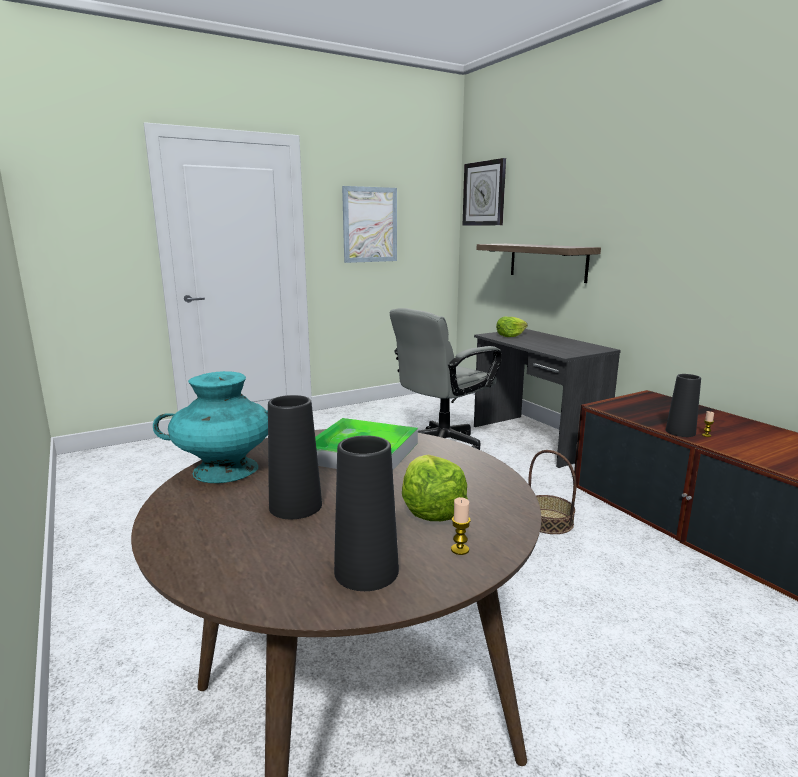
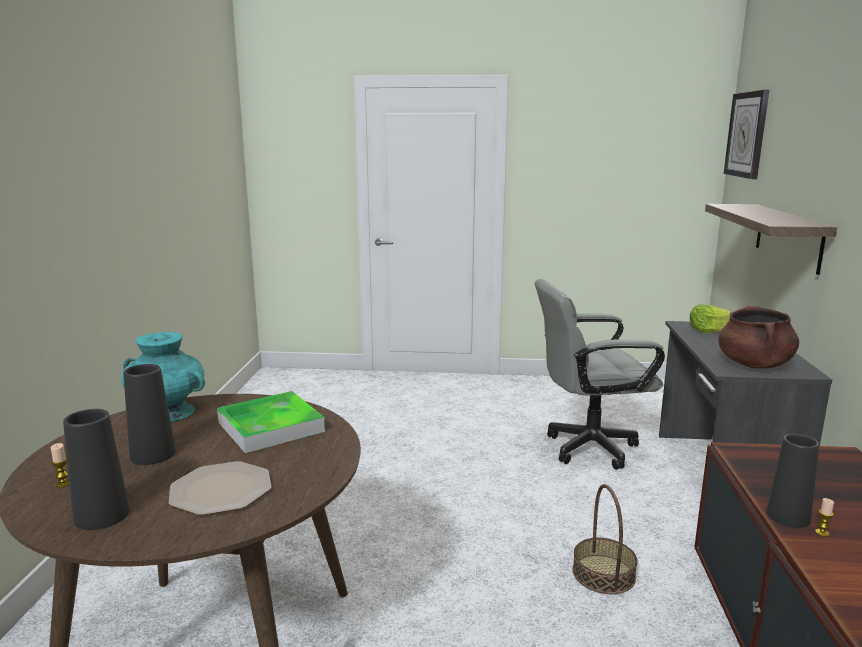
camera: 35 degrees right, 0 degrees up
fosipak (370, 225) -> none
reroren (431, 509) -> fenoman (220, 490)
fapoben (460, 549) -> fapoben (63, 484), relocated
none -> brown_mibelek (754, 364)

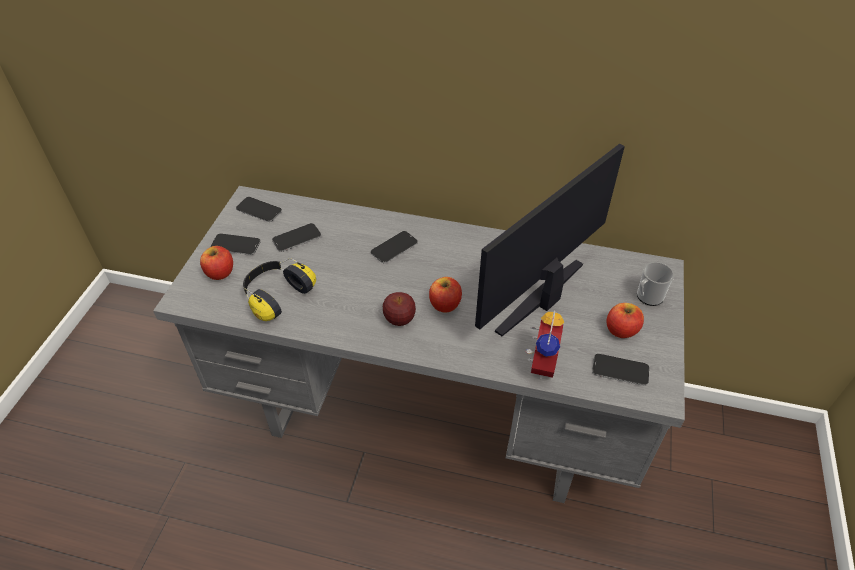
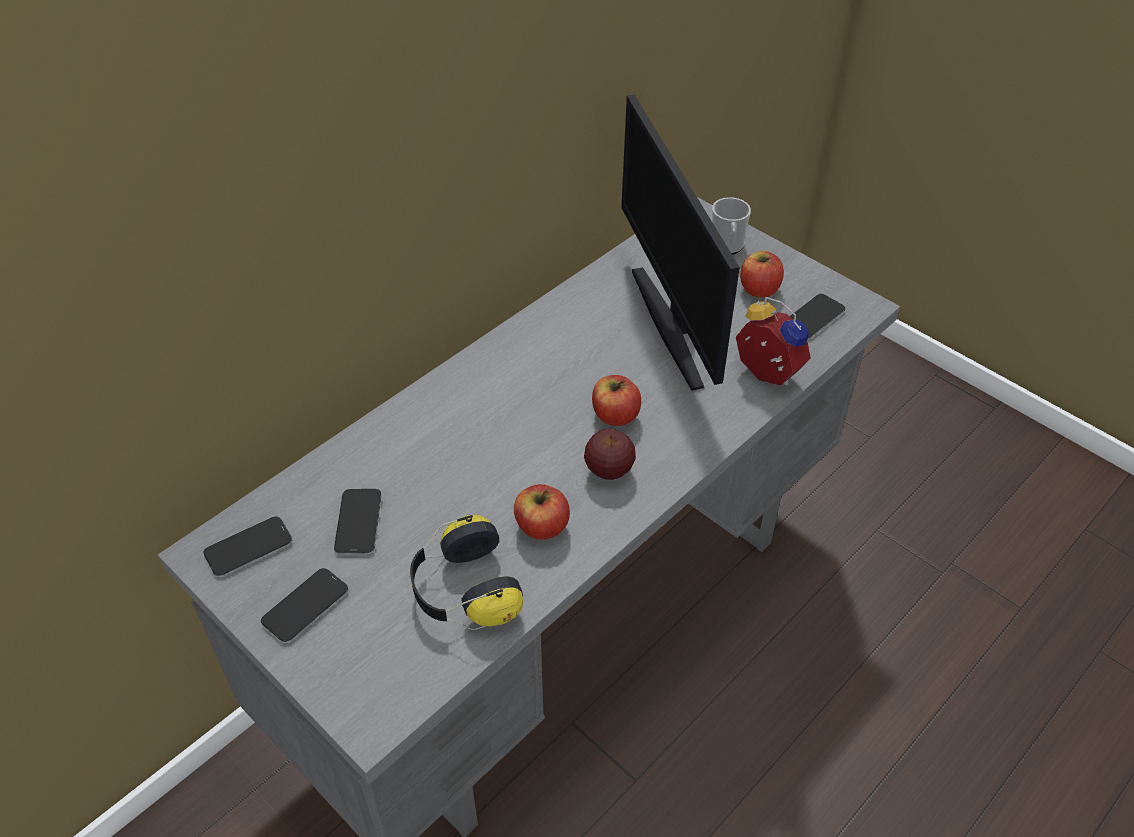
camera: 60 degrees left, 0 degrees up
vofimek (220, 273) -> vofimek (542, 526), relocated
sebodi (394, 248) -> none

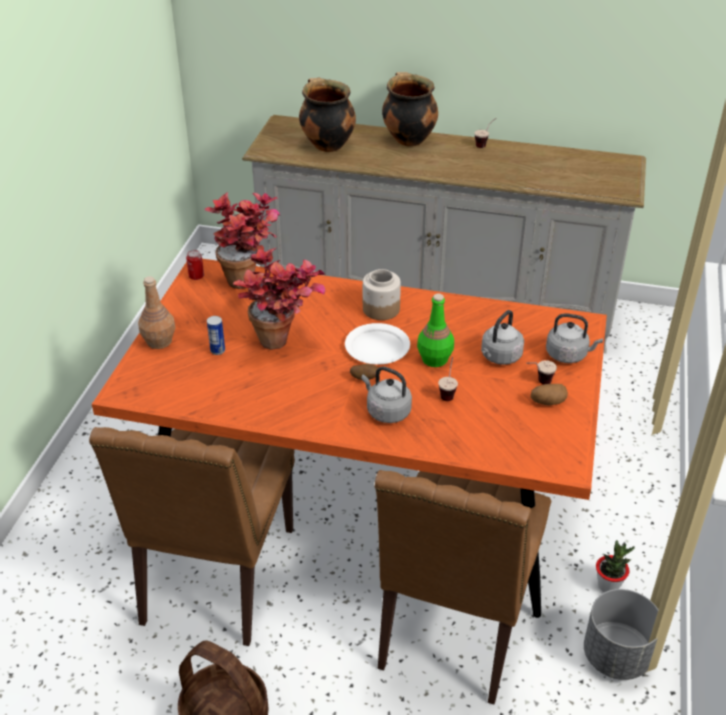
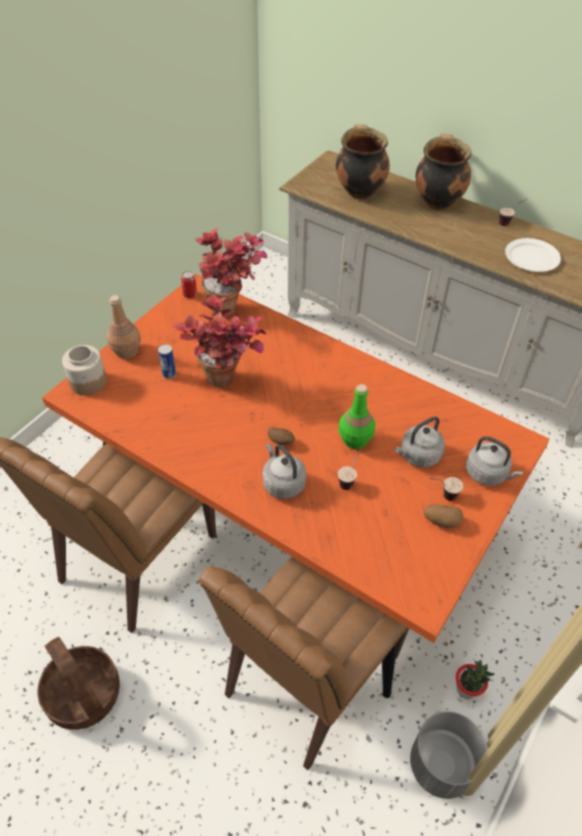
camera: 20 degrees right, 10 degrees up
white_fenoman (376, 346) -> white_fenoman (531, 257), relocated
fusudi (380, 309) -> fusudi (87, 382), relocated

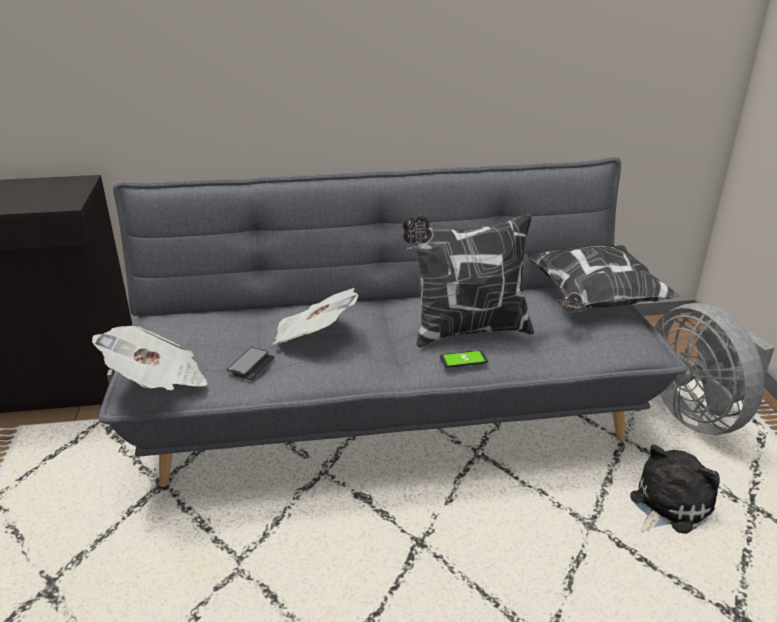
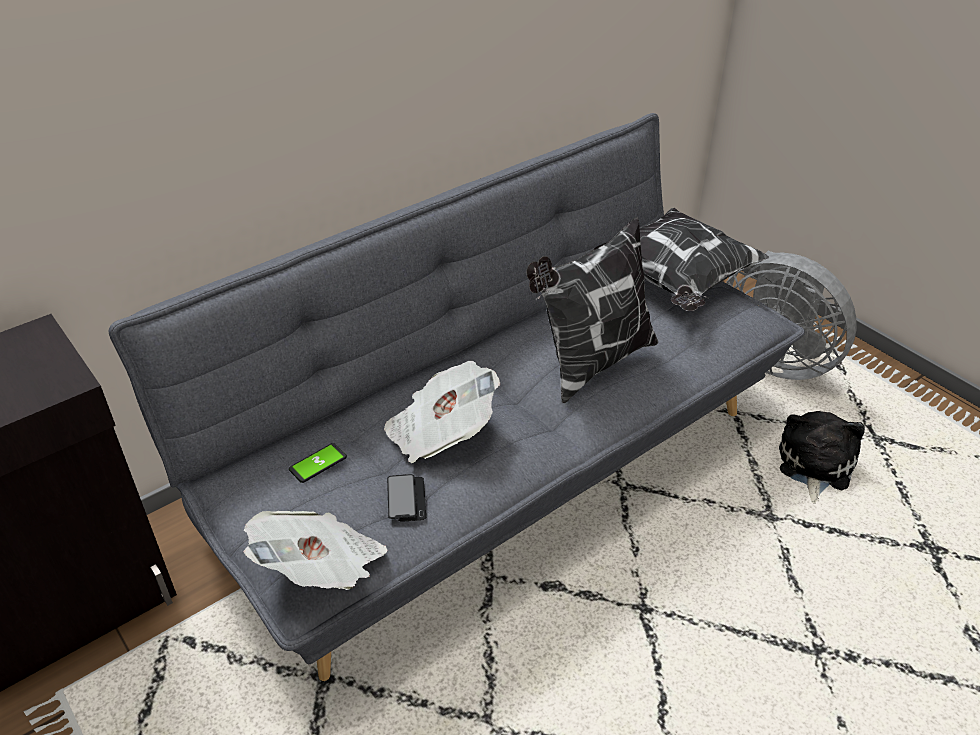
camera: 30 degrees left, 10 degrees up
sebodi (463, 360) -> sebodi (318, 463), relocated

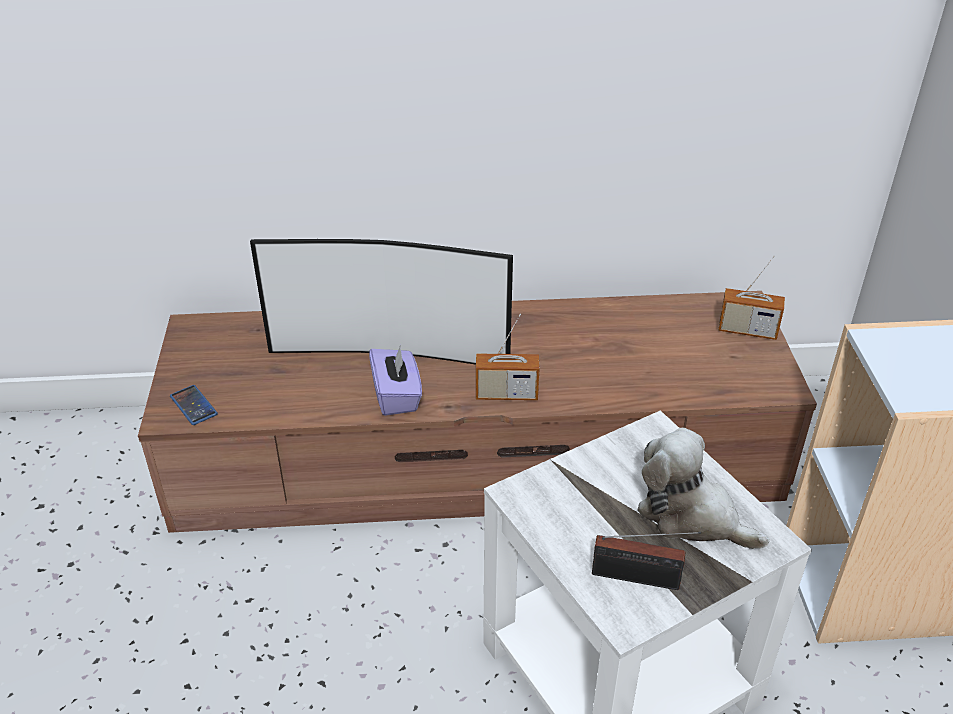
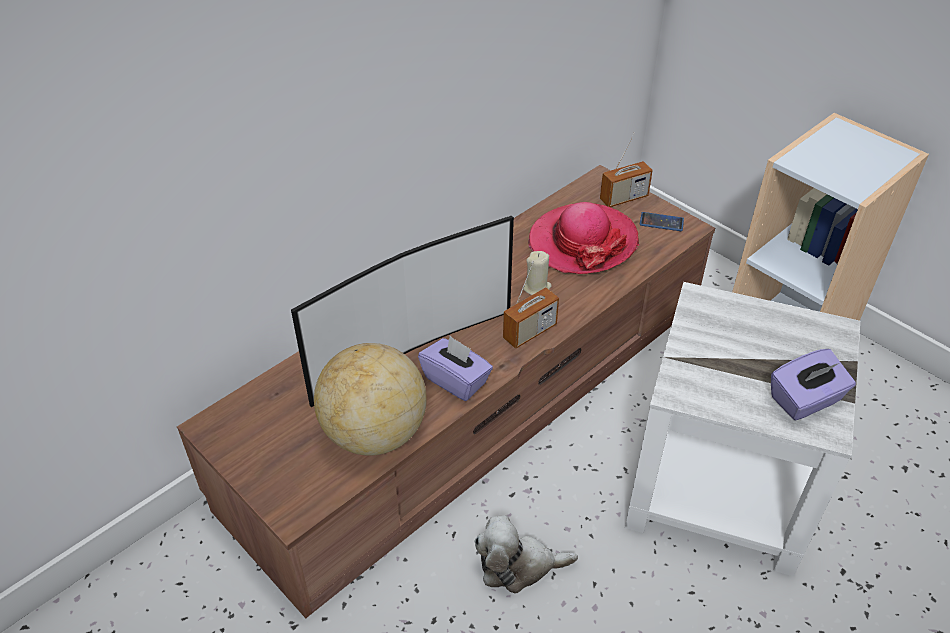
camera: 40 degrees left, 5 degrees up
sebodi (193, 405) -> sebodi (661, 222), relocated
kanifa (640, 578) -> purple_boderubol (805, 400)
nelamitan (691, 516) -> nelamitan (518, 565), relocated
none -> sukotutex (374, 433)
none -> beige_fapoben (537, 288)
none -> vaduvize (582, 242)

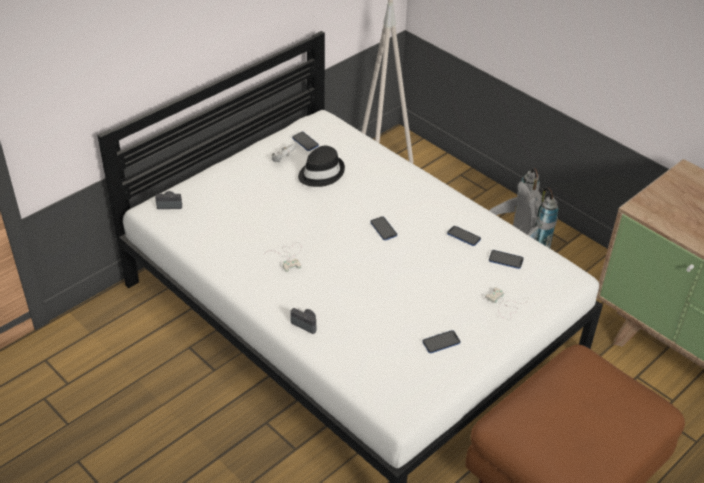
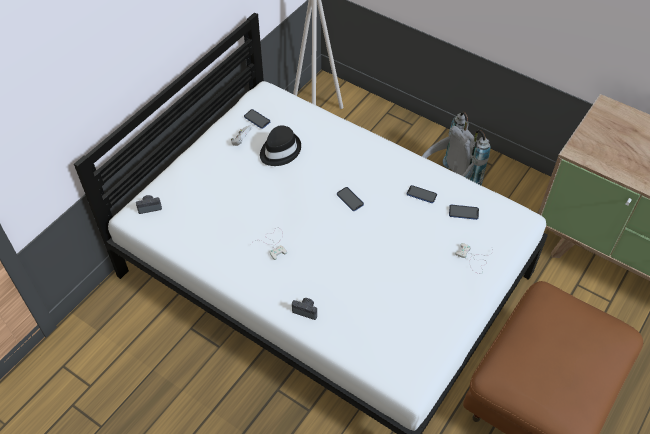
camera: 10 degrees left, 10 degrees up
sebodi (441, 342) -> none

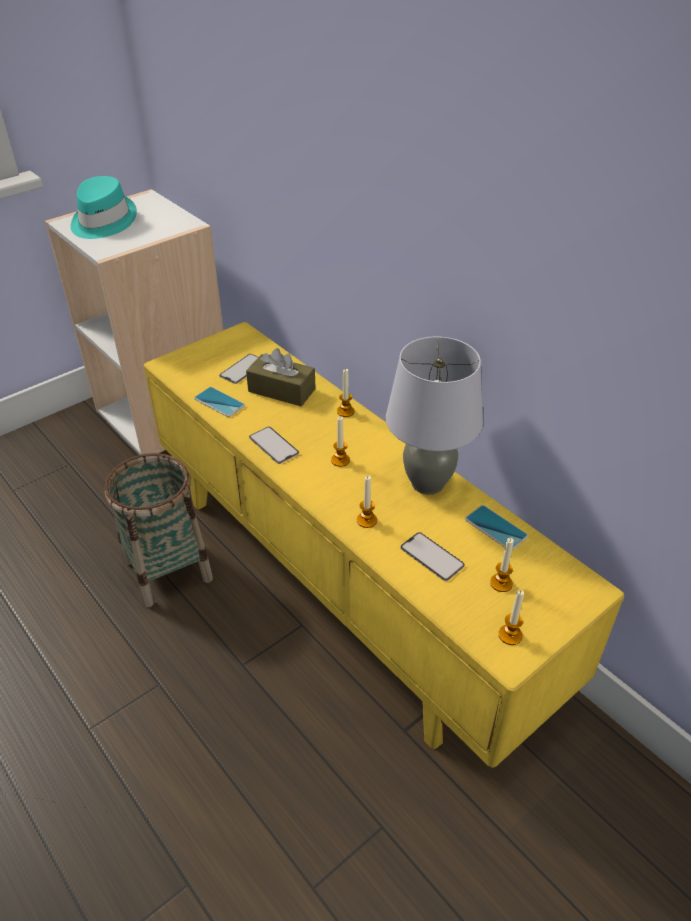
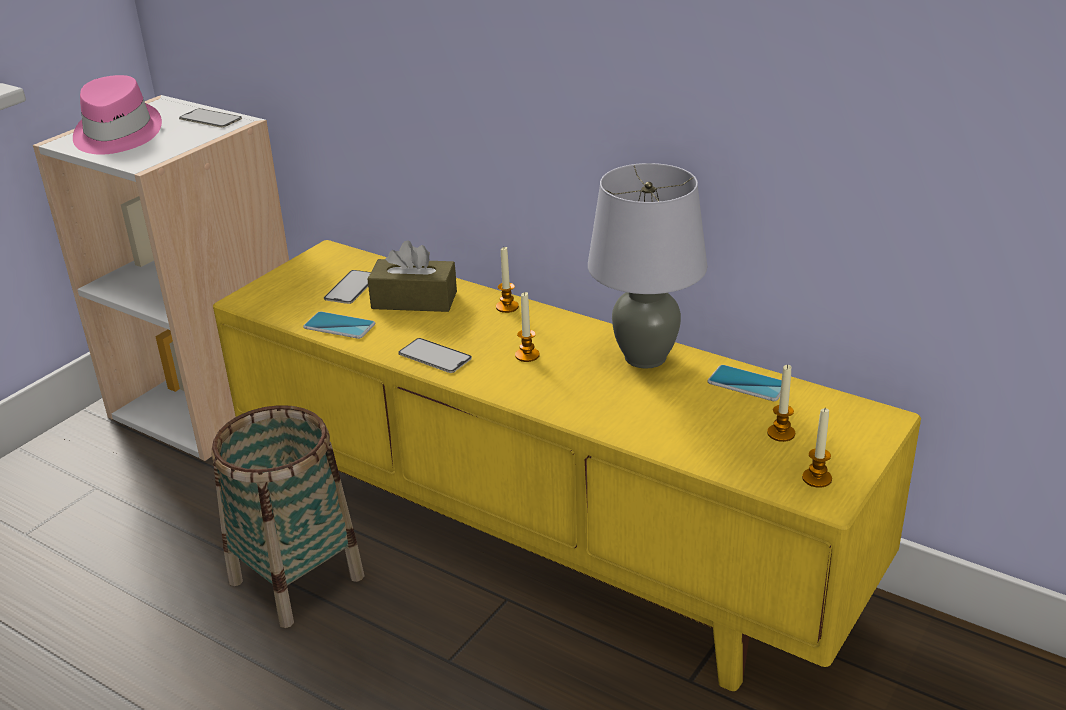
camera: 15 degrees left, 10 degrees down
turquoise_vaduvize (102, 222) -> pink_vaduvize (116, 135)
fapoben (366, 520) -> none
sebodi (432, 556) -> sebodi (210, 119), relocated

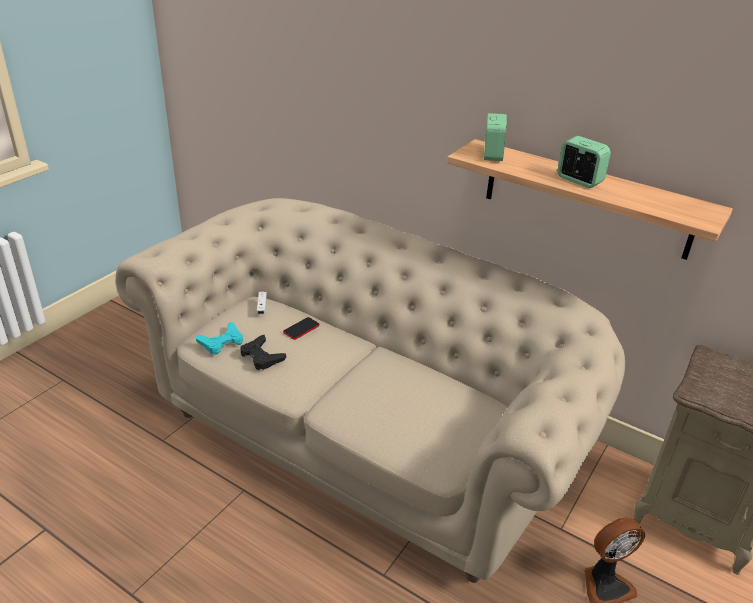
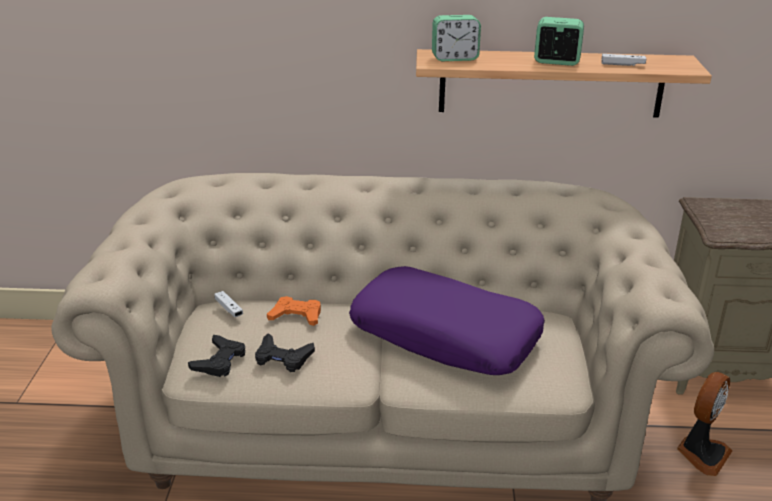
camera: 30 degrees left, 5 degrees down
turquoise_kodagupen (221, 342) -> black_kodagupen (219, 361)
sebodi (301, 329) -> orange_kodagupen (296, 316)
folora (492, 155) -> folora (454, 58), 105 degrees clockwise
none -> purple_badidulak (446, 335)
none -> white_kodagupen (622, 64)

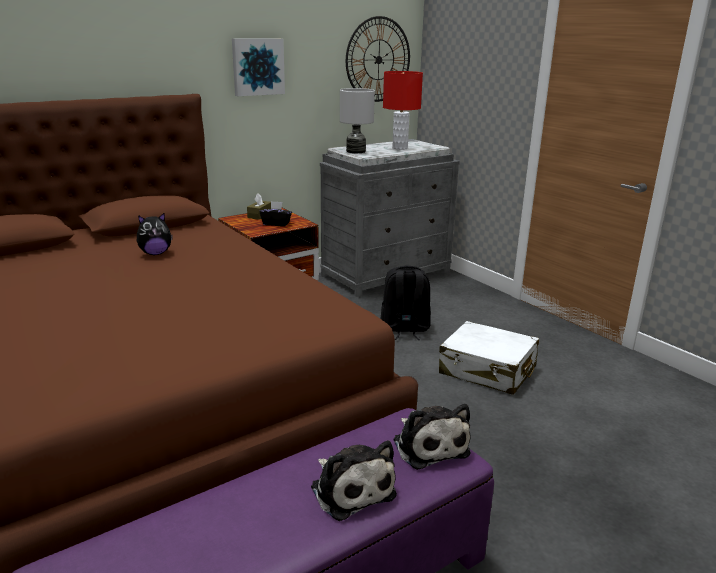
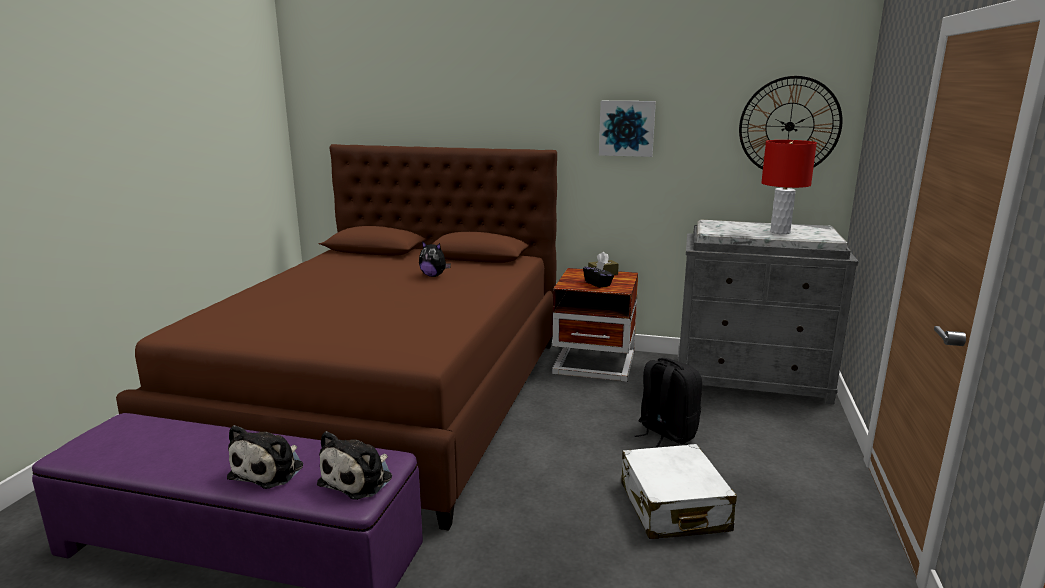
camera: 50 degrees right, 5 degrees down
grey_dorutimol (356, 151) -> none

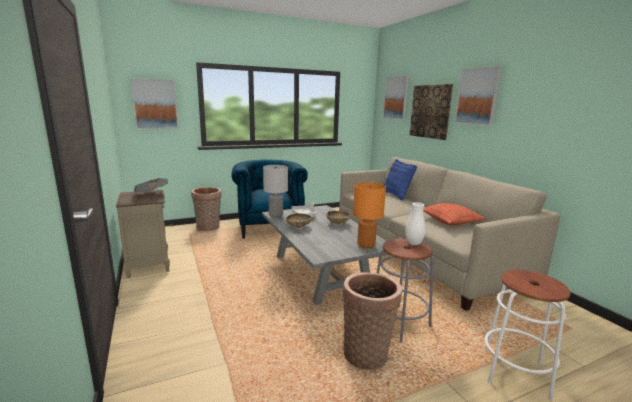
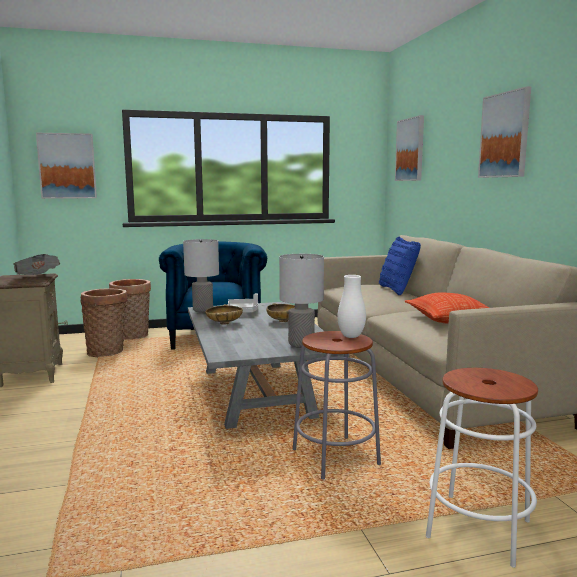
camera: 10 degrees right, 5 degrees down
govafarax (367, 353) -> govafarax (107, 351), relocated
orange_dorutimol (365, 246) -> grey_dorutimol (301, 346)
fosipak (430, 111) -> none

